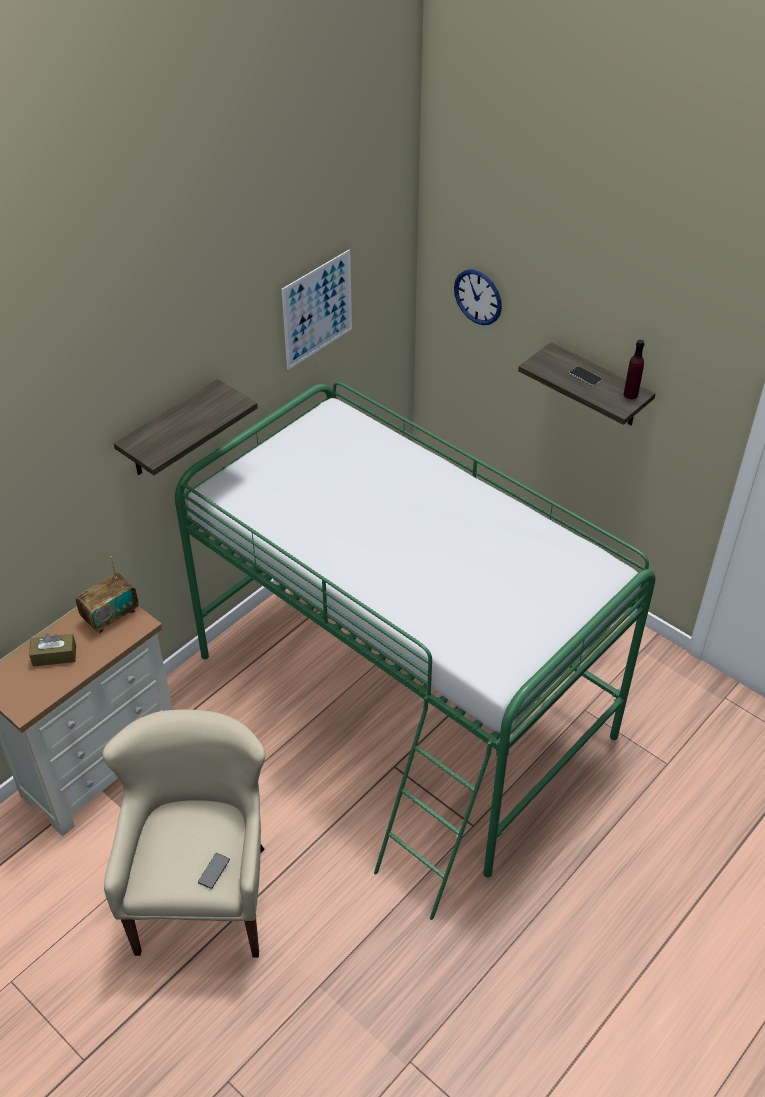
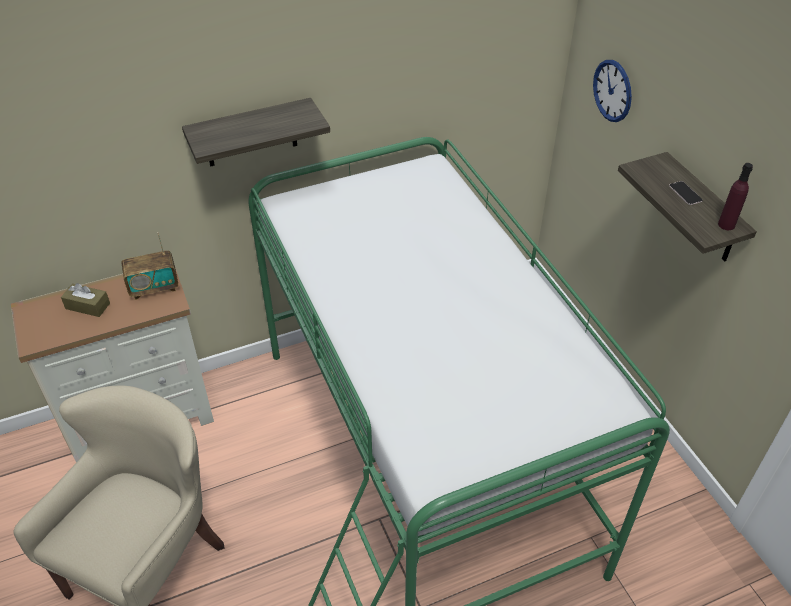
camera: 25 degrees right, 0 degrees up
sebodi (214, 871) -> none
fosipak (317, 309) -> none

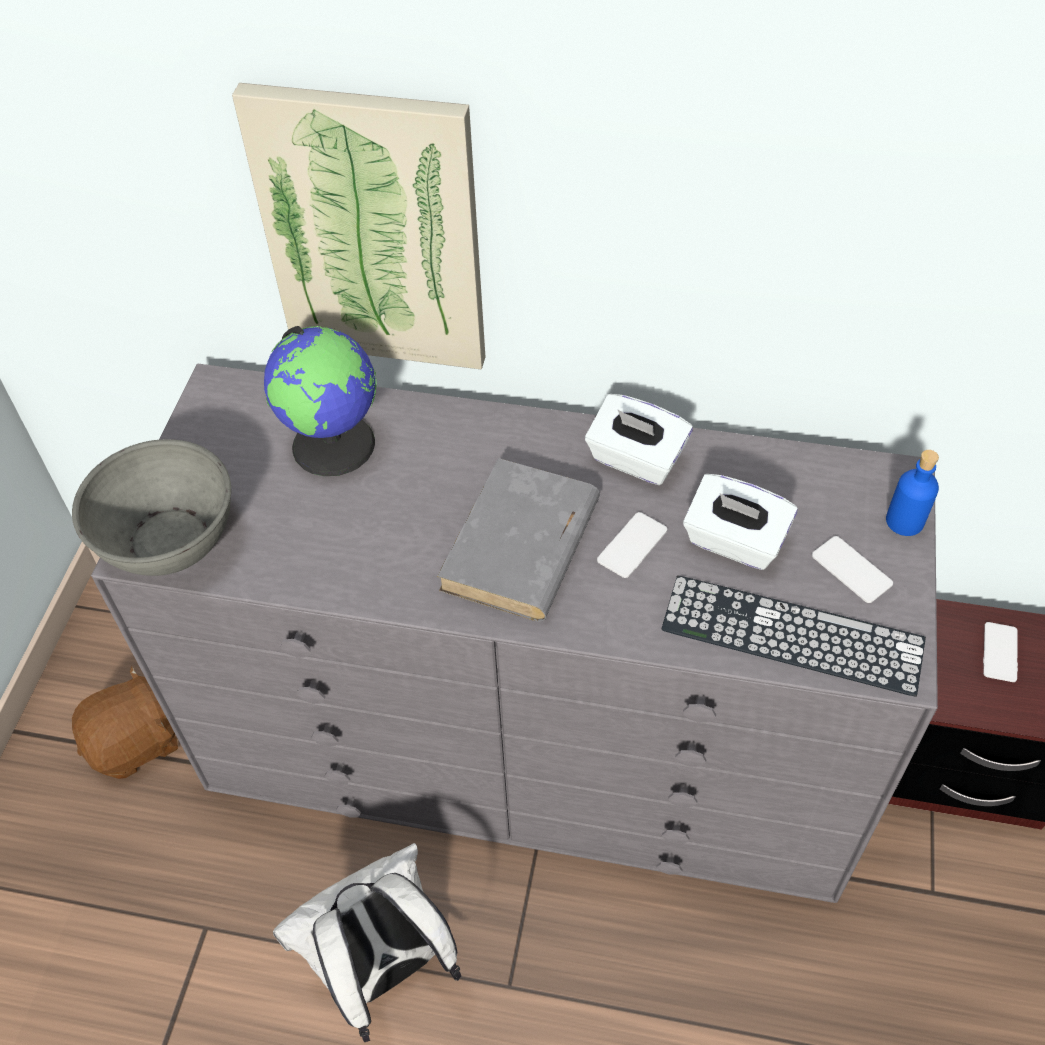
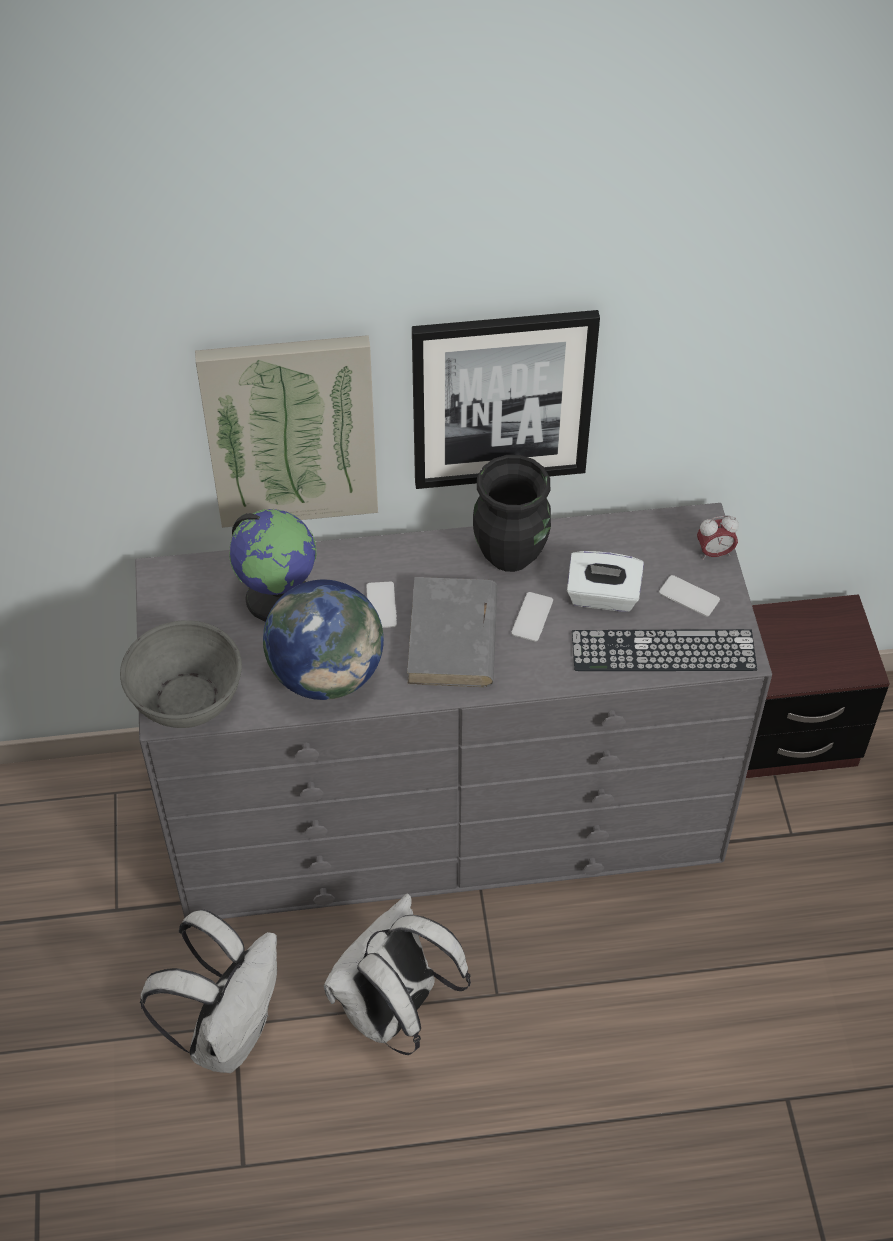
camera: 20 degrees left, 0 degrees up
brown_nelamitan (138, 742) -> none
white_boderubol (635, 460) -> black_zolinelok (511, 554)
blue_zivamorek (904, 521) -> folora (714, 553)
sebodi (1000, 652) -> sebodi (381, 605), relocated
none -> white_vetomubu (228, 1031)
none -> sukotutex (326, 674)
none -> fosipak (502, 399)

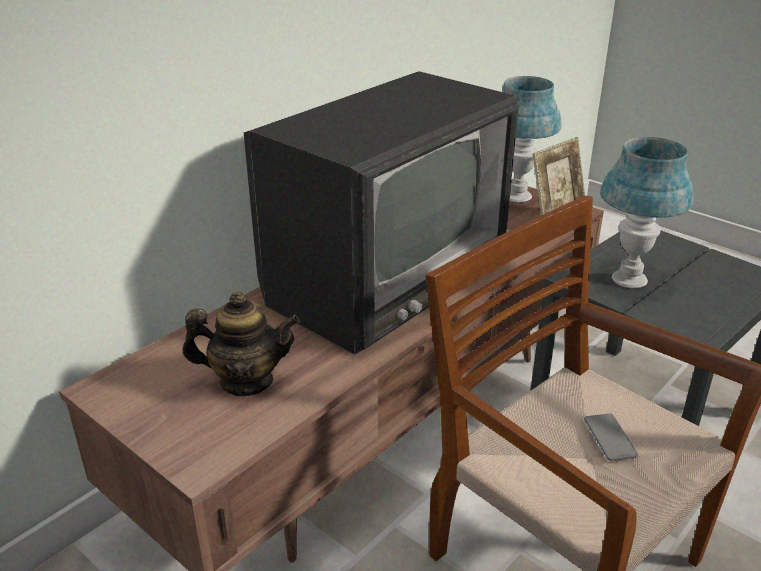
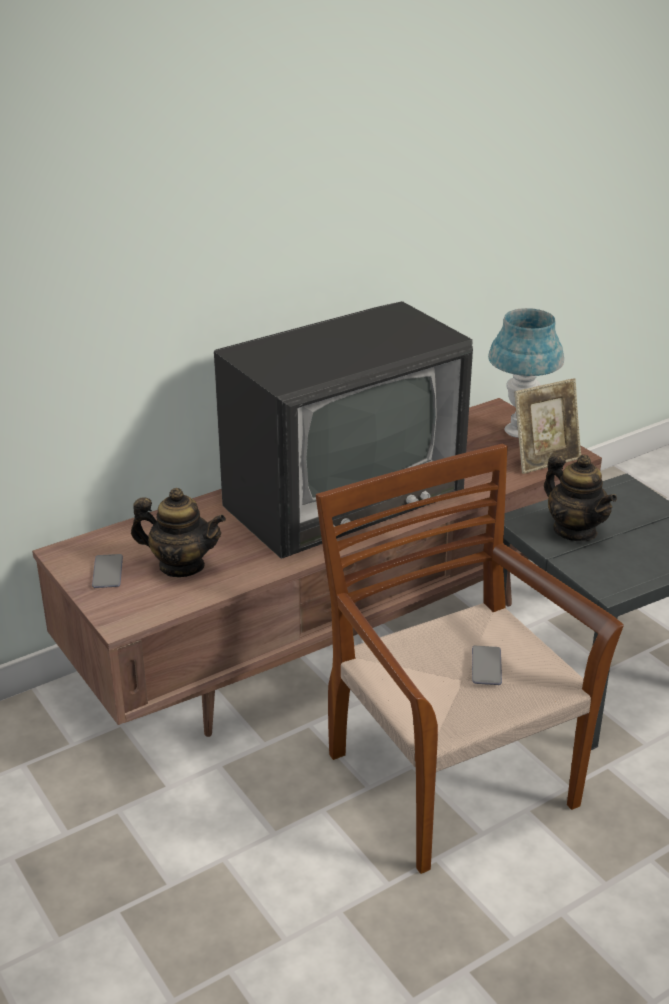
camera: 15 degrees right, 0 degrees up
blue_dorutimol (629, 280) -> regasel (575, 530)
none -> sebodi (107, 572)

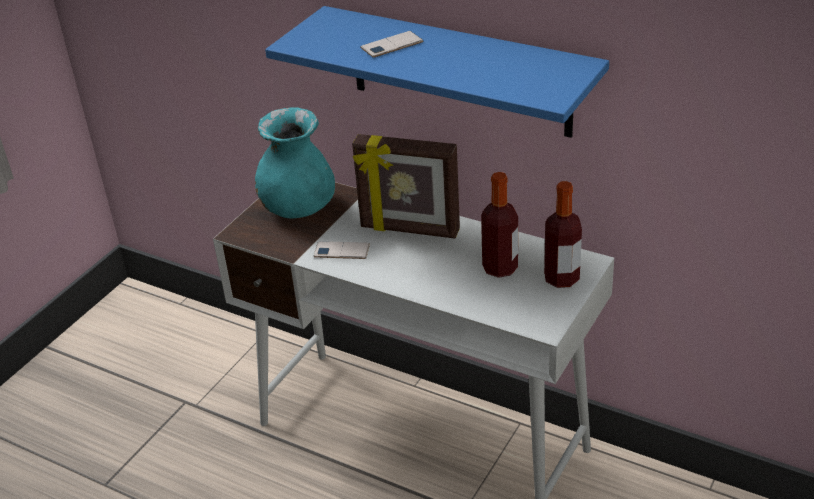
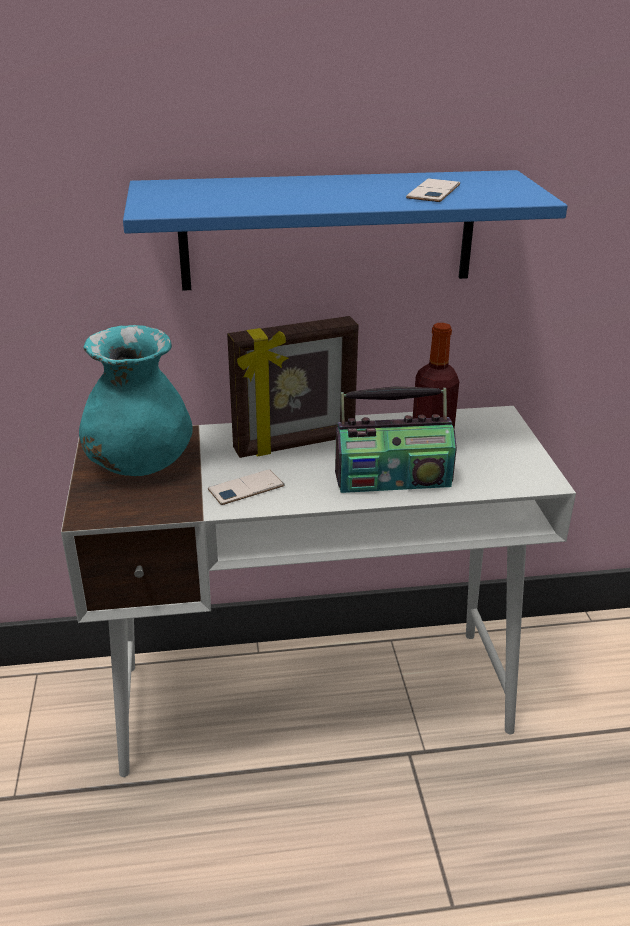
camera: 40 degrees left, 5 degrees down
sebodi (392, 45) -> sebodi (433, 191), relocated
zivamorek (561, 278) -> none
none -> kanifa (392, 478)

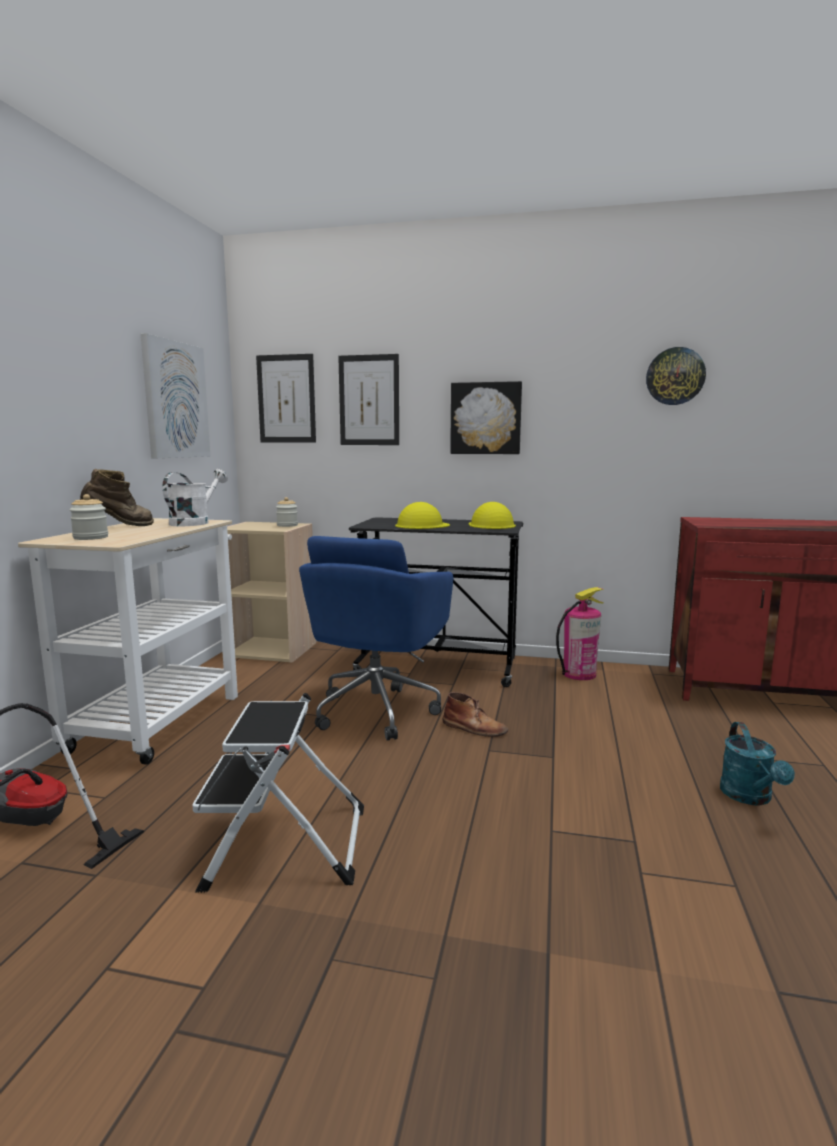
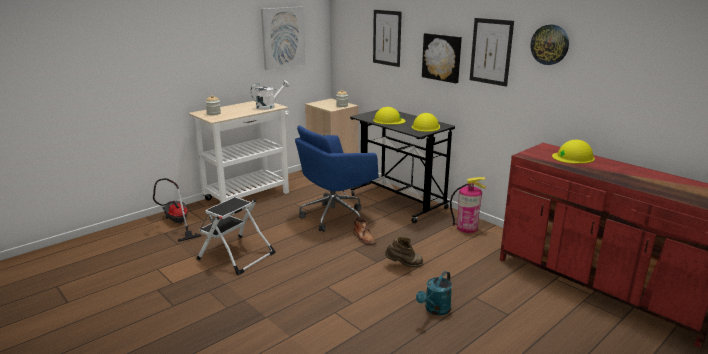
camera: 35 degrees right, 10 degrees up
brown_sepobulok (119, 527) -> brown_sepobulok (404, 265), relocated
fosipak (286, 399) -> fosipak (491, 51), relocated
none -> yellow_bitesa (573, 157)

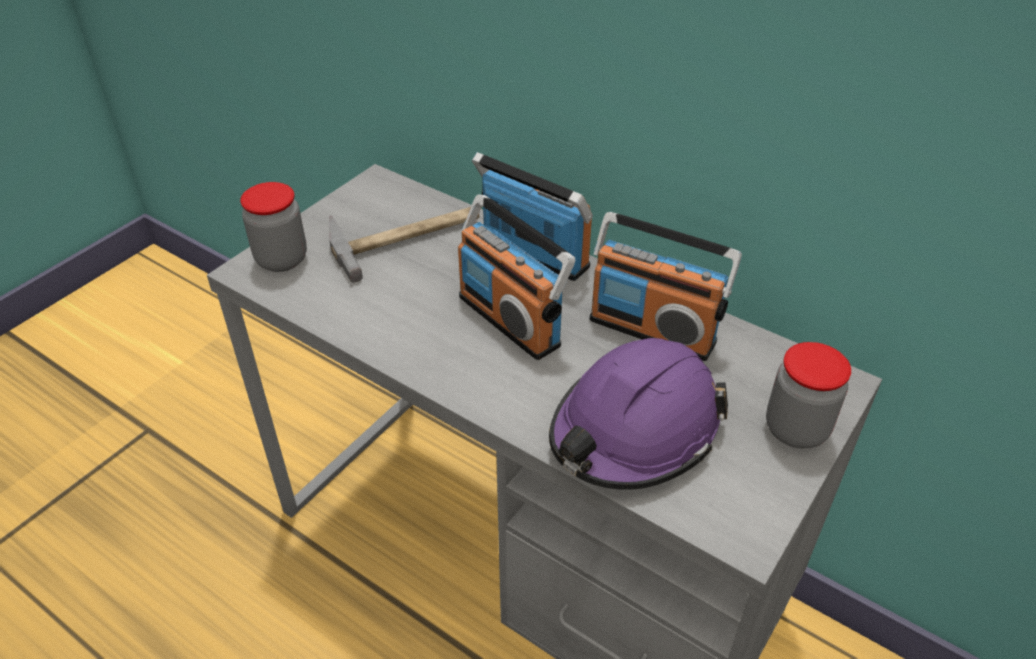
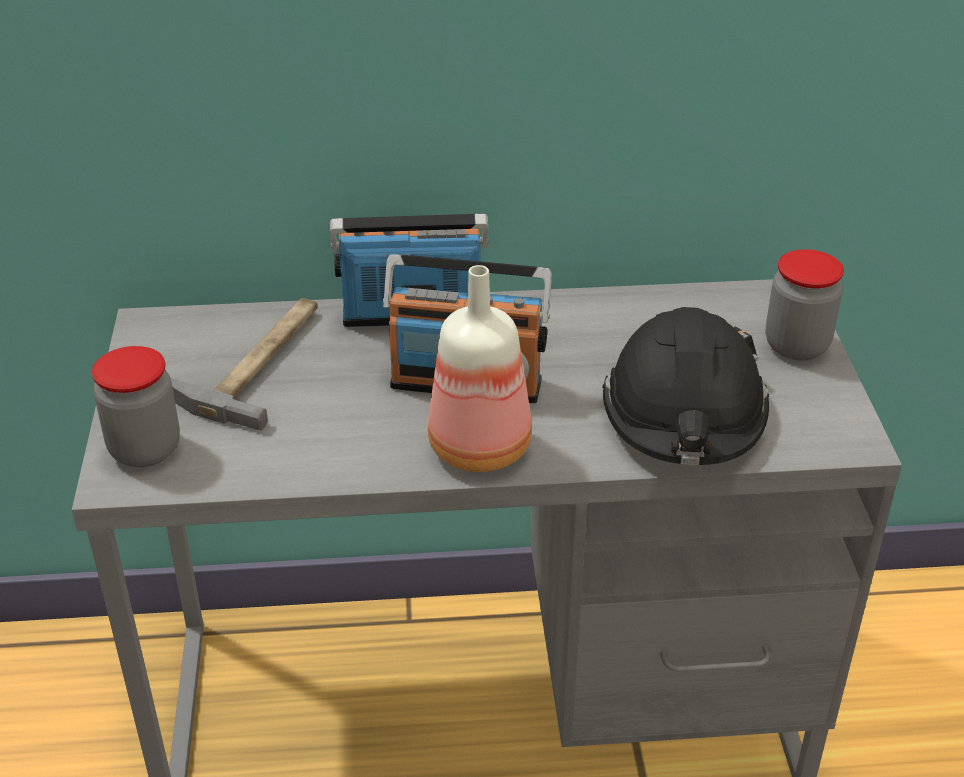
camera: 40 degrees left, 5 degrees down
purple_bitesa (634, 431) -> black_bitesa (684, 413)
kanifa (652, 330) -> none
none -> zivamorek (483, 448)

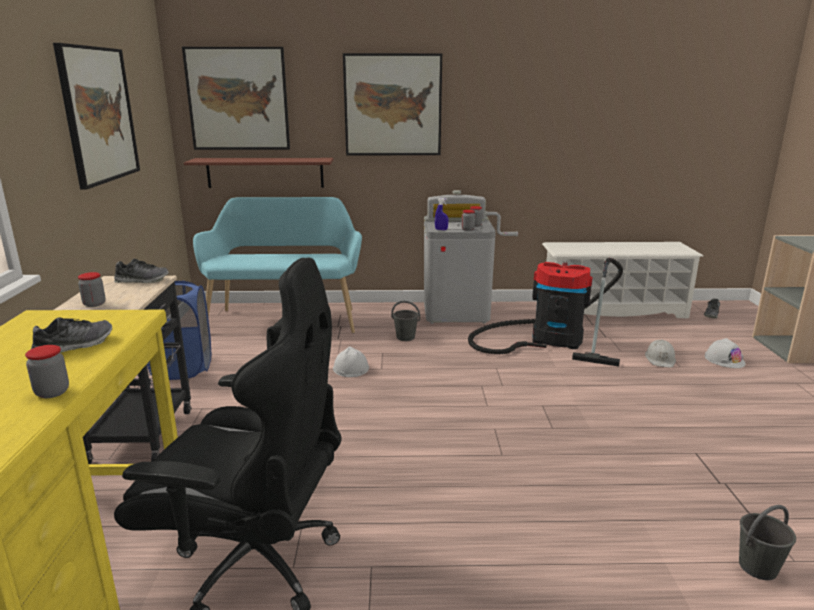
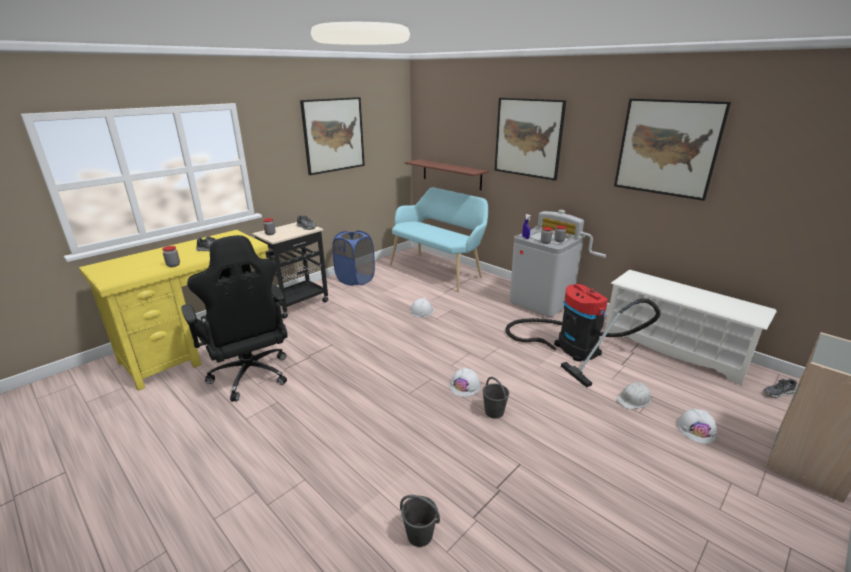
camera: 45 degrees right, 5 degrees up
fosipak (238, 99) -> fosipak (667, 148), relocated
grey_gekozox (406, 337) -> grey_gekozox (494, 412), relocated
none -> white_bitesa (465, 386)

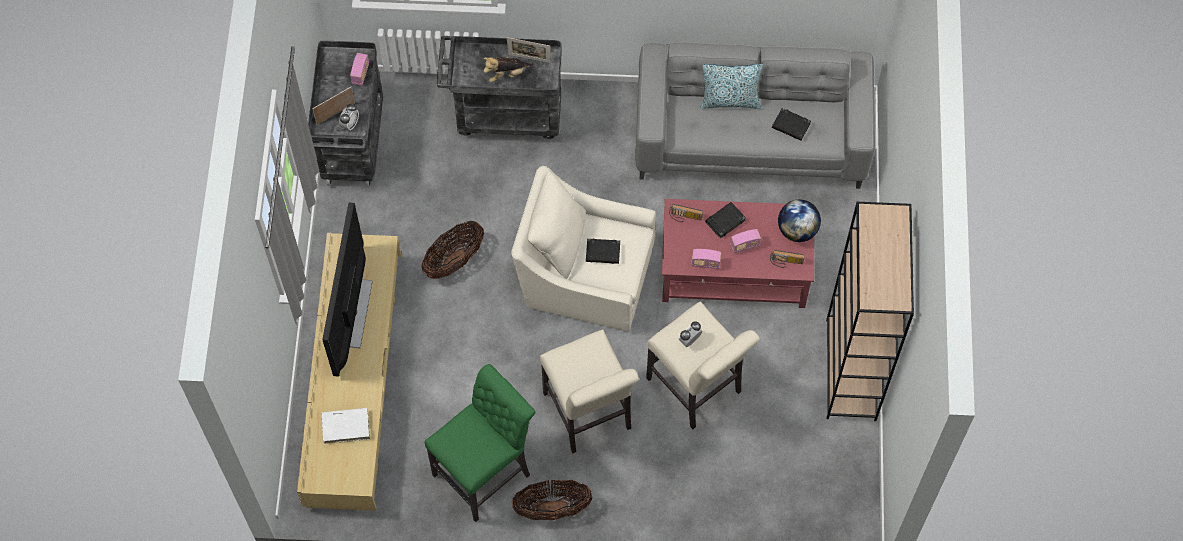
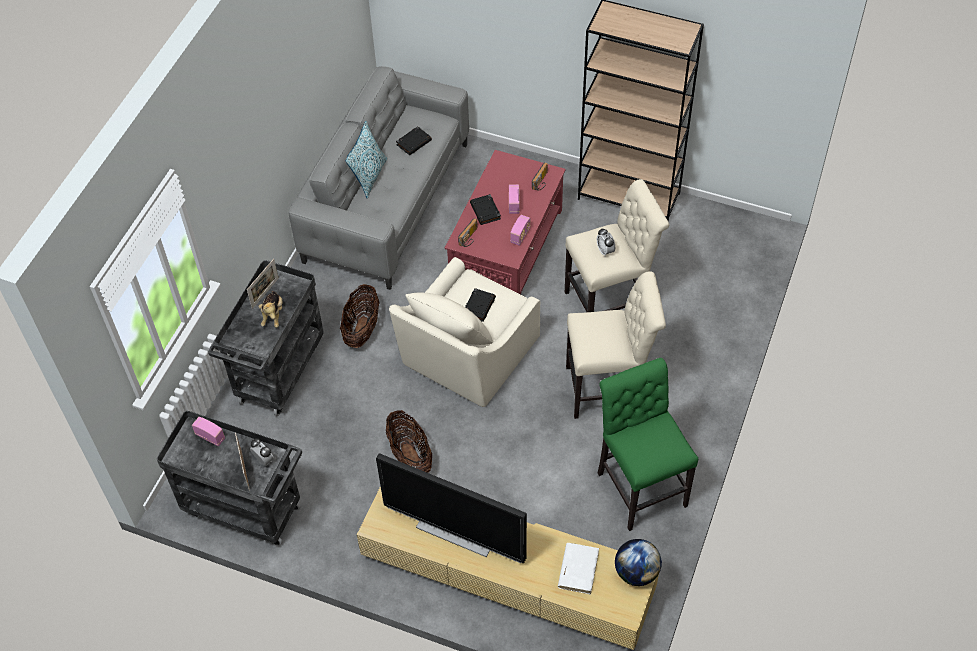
camera: 70 degrees left, 10 degrees down
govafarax (552, 508) -> govafarax (362, 329), relocated
sukotutex (797, 230) -> sukotutex (636, 572), relocated

